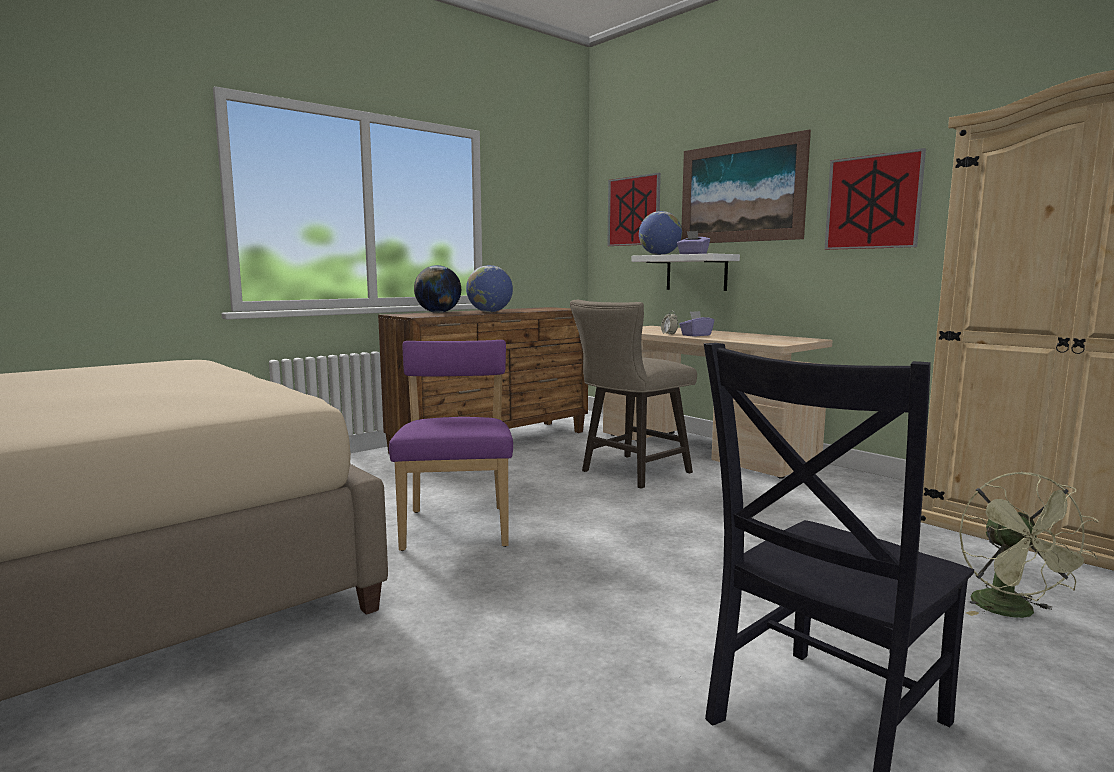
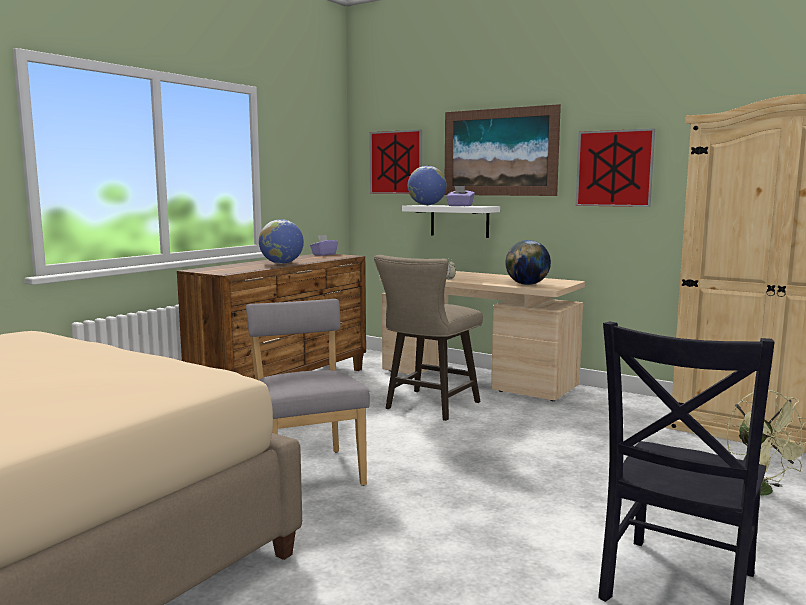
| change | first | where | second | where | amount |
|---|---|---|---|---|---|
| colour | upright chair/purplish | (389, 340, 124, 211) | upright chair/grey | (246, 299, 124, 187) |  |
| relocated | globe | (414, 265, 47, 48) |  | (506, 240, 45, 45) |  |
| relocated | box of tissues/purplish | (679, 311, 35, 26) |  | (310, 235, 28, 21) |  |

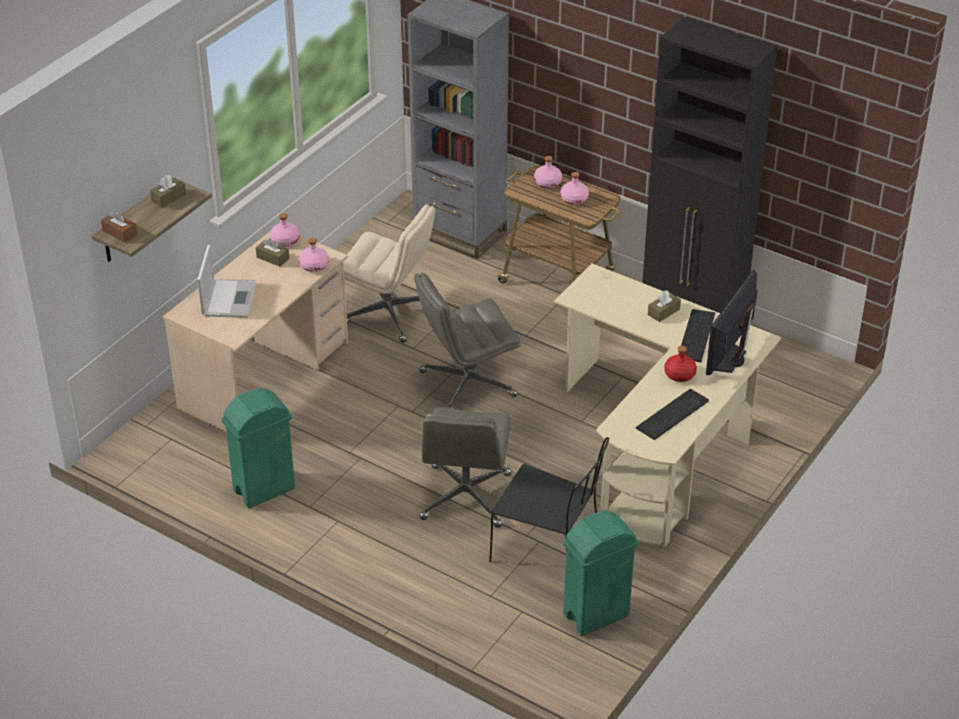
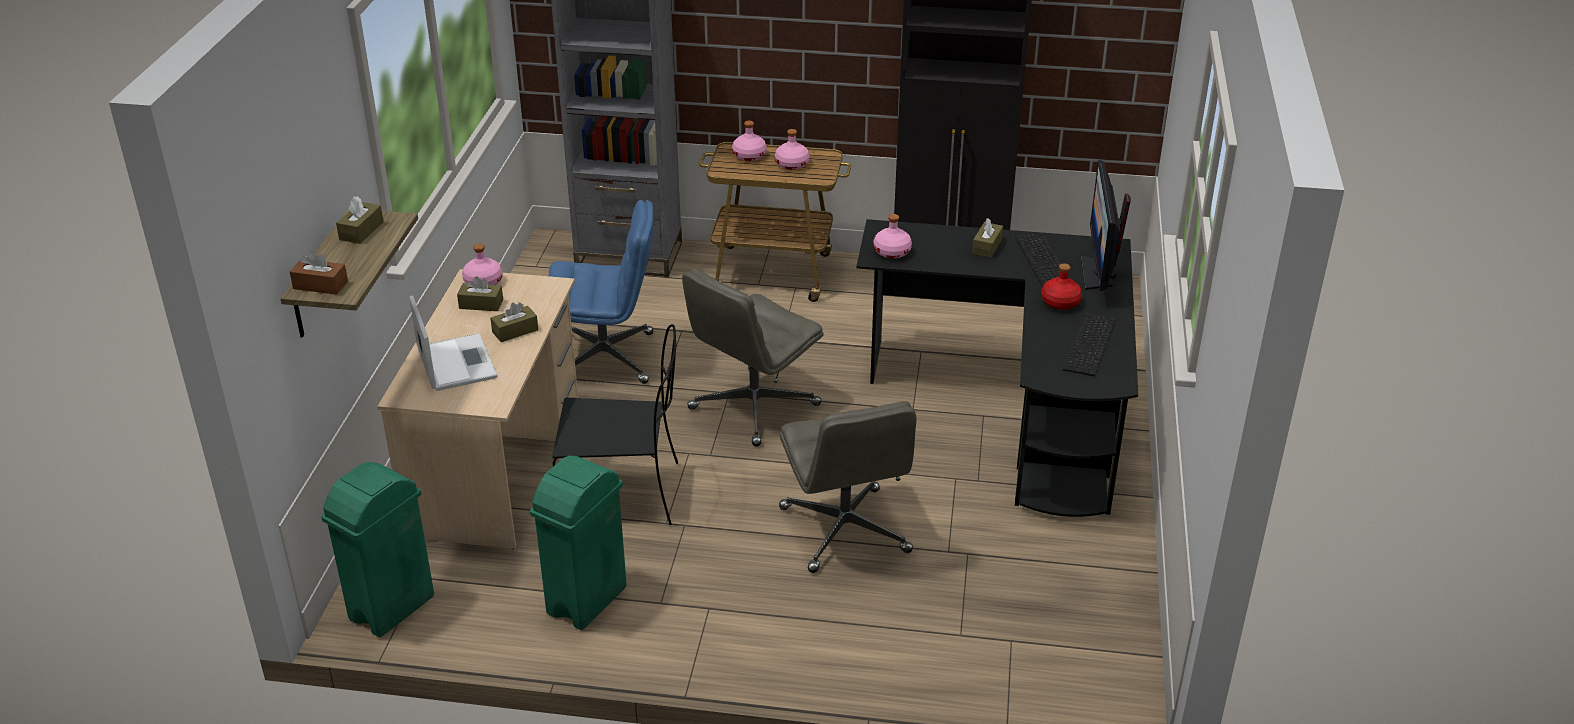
| change | first | where | second | where | amount |
|---|---|---|---|---|---|
| relocated | beverage bottle/pink | (299, 238, 30, 34) |  | (873, 214, 39, 44) |  |
| colour | computer chair/beige | (343, 204, 92, 138) | computer chair/blue-coloured | (549, 200, 105, 184) |  |
| relocated | upright chair/black-coloured | (489, 437, 120, 125) |  | (552, 324, 126, 201) |  |
| colour | desk/beige | (554, 263, 227, 284) | desk/black-coloured | (856, 219, 282, 298) |  |
| relocated | trash can/green | (563, 510, 75, 126) |  | (321, 462, 113, 175) |  |
| appeared |  |  | box of tissues/brown | (490, 302, 48, 40) |  |

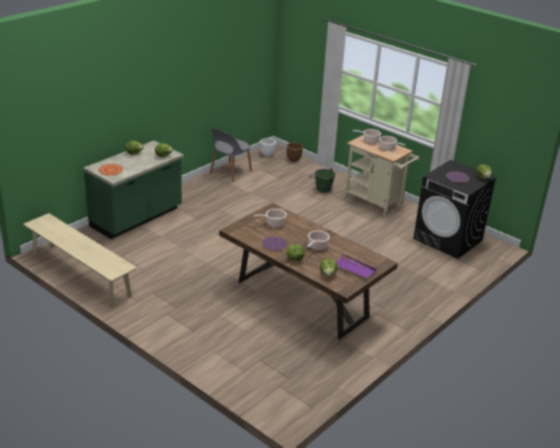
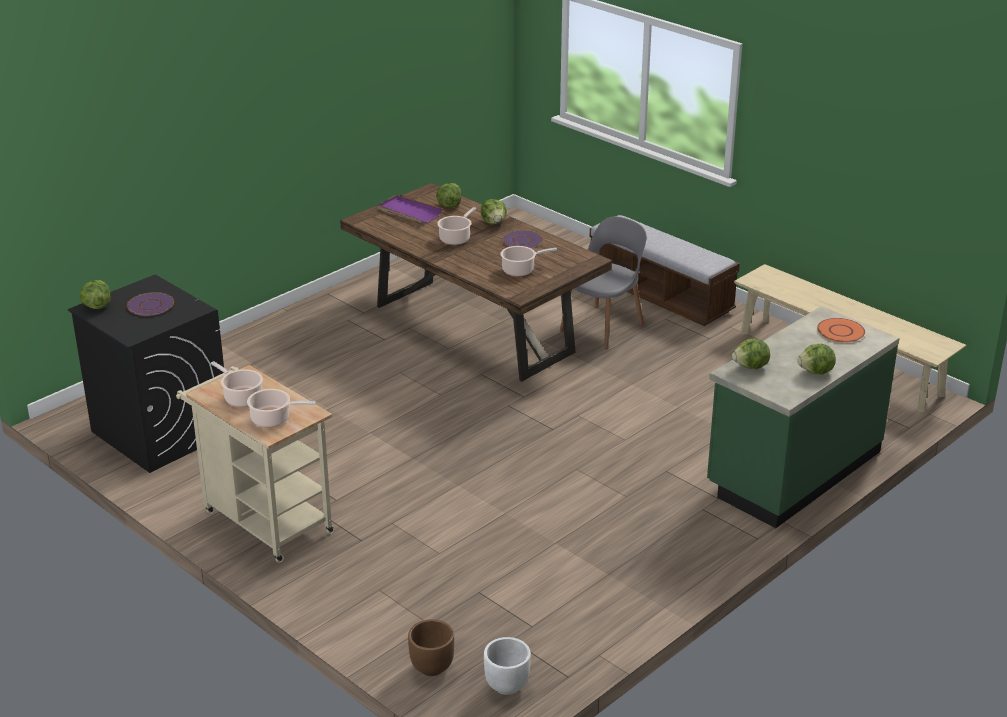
| change | first | where | second | where | amount |
|---|---|---|---|---|---|
| relocated | upright chair/grey | (210, 128, 42, 54) |  | (560, 217, 87, 132) |  |
| missing | bucket/green | (309, 168, 27, 25) |  |  |  |
| appeared |  |  | long seat | (590, 215, 150, 111) |  |

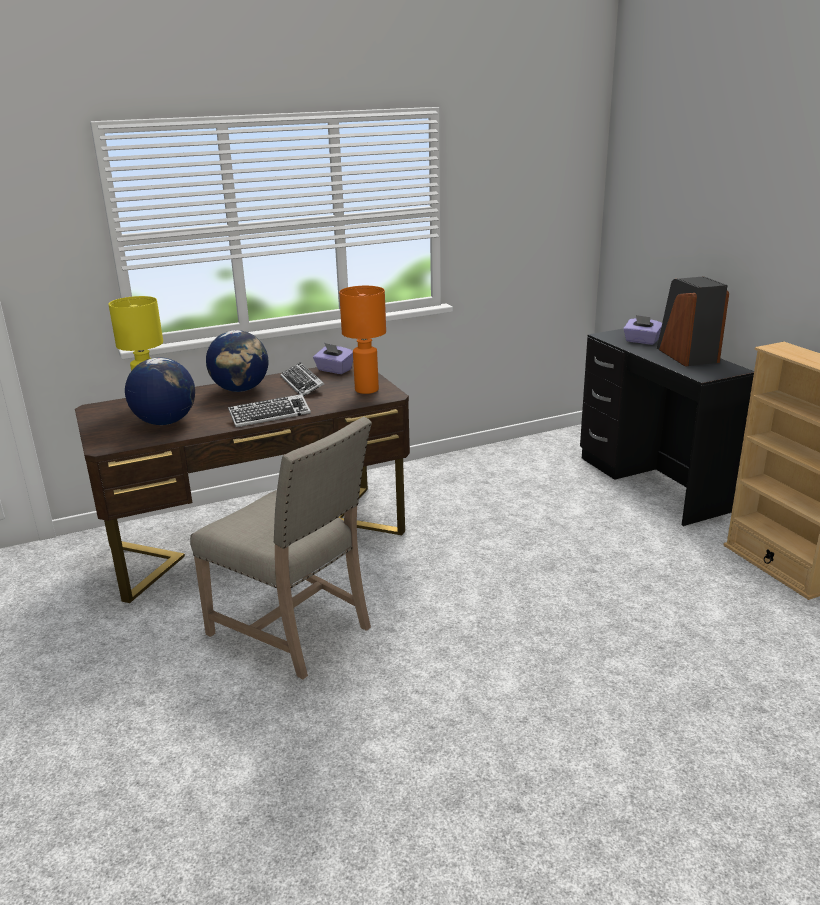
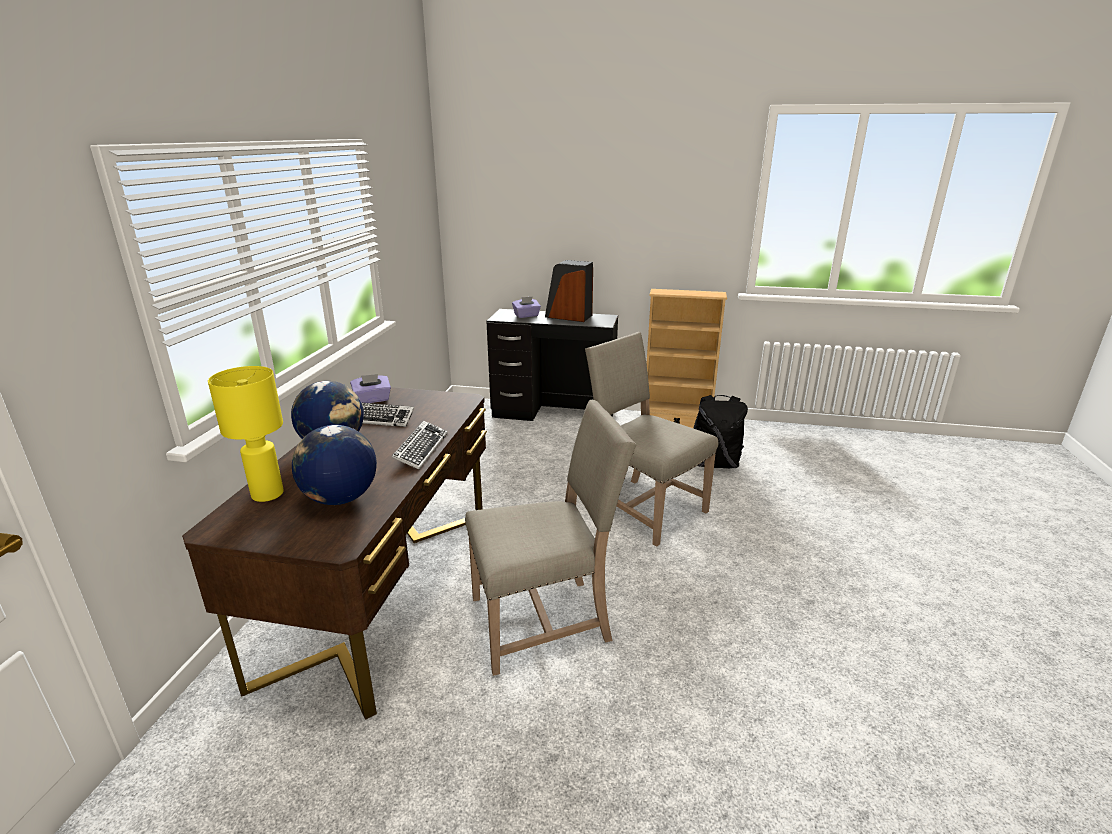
| change | first | where | second | where | amount |
|---|---|---|---|---|---|
| missing | lamp for a table/orange | (339, 286, 47, 108) |  |  |  |
| appeared |  |  | upright chair/beige | (585, 332, 133, 215) |  |
| appeared |  |  | rucksack/black-coloured | (693, 395, 55, 73) |  |

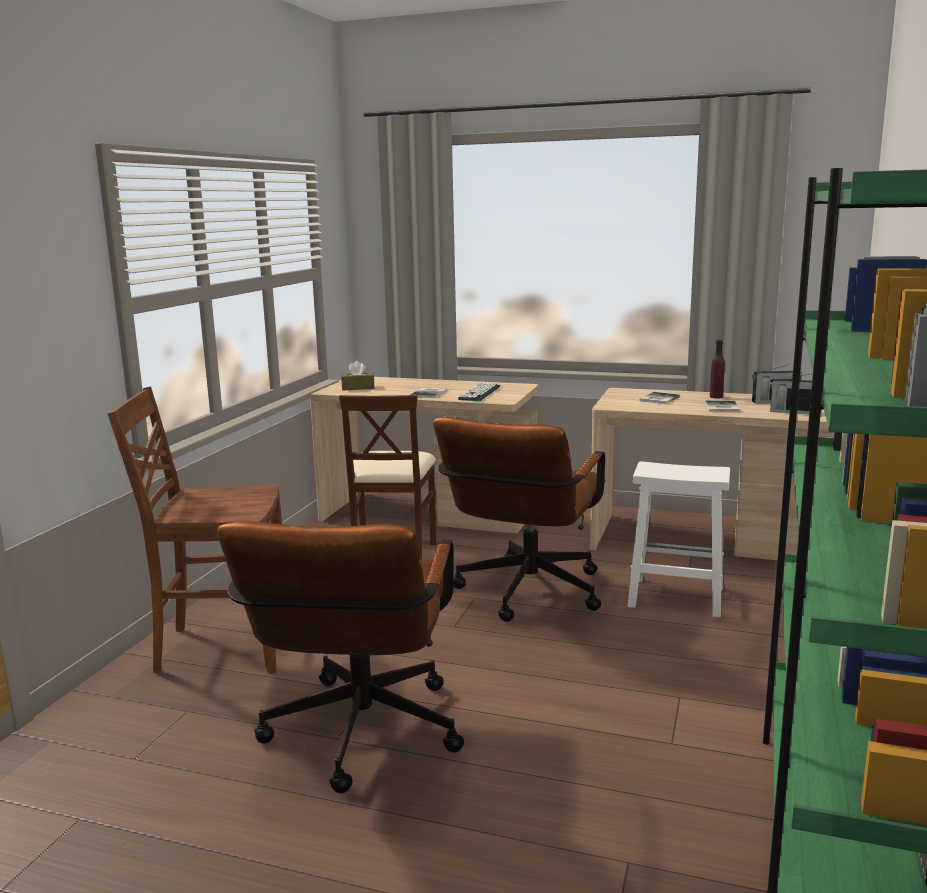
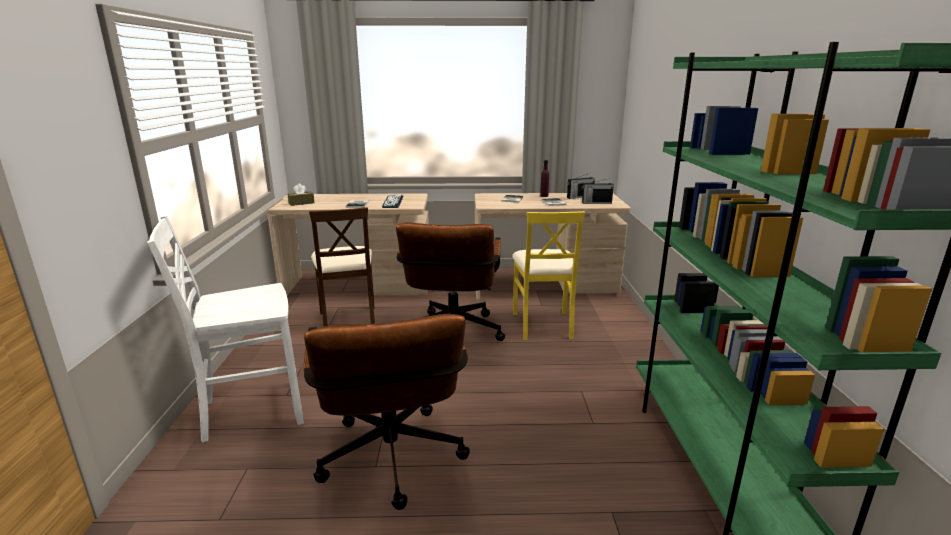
| change | first | where | second | where | amount |
|---|---|---|---|---|---|
| colour | upright chair/brown | (107, 387, 175, 286) | upright chair/white | (147, 216, 157, 227) |  |
| exchanged | stool seat/white | (627, 461, 103, 157) | upright chair/yellow | (512, 211, 73, 129) |  |

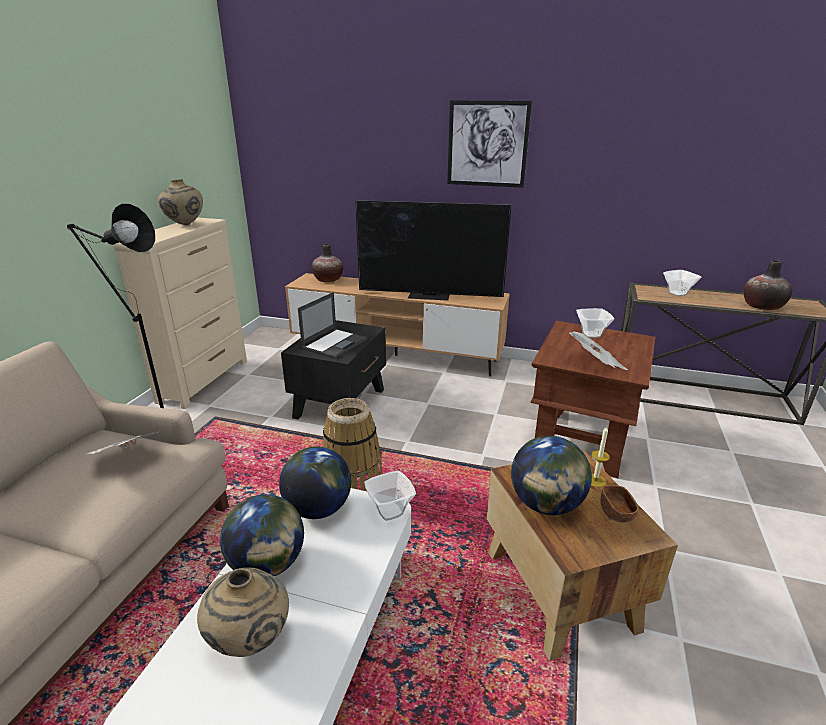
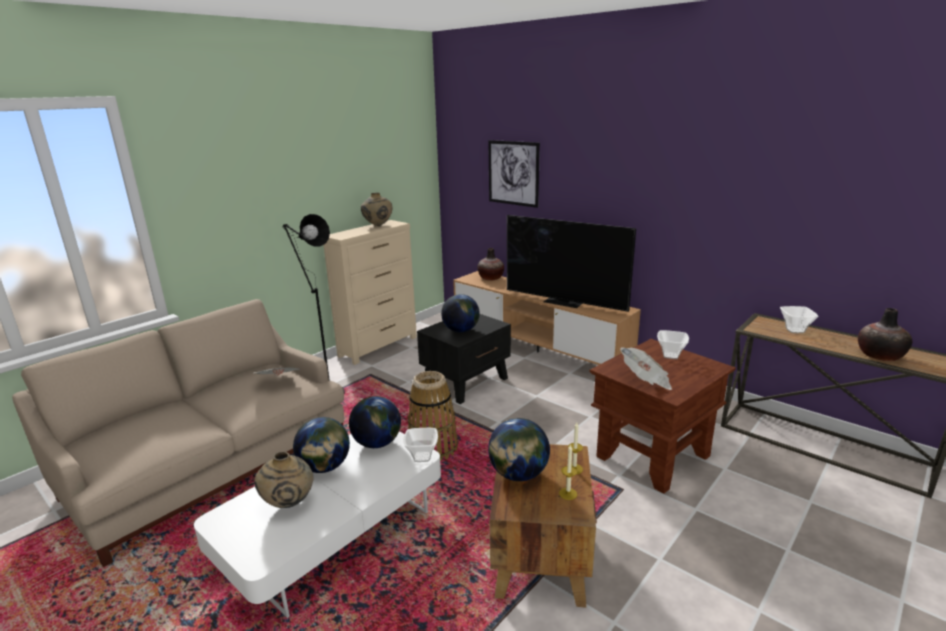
| change | first | where | second | where | amount |
|---|---|---|---|---|---|
| exchanged | laptop | (298, 292, 69, 67) | globe | (441, 294, 39, 38) |  |
| relocated | picture | (447, 100, 85, 88) |  | (488, 140, 52, 68) |  |
| exchanged | bowl/brown | (601, 485, 38, 37) | candle | (559, 444, 18, 56) |  |

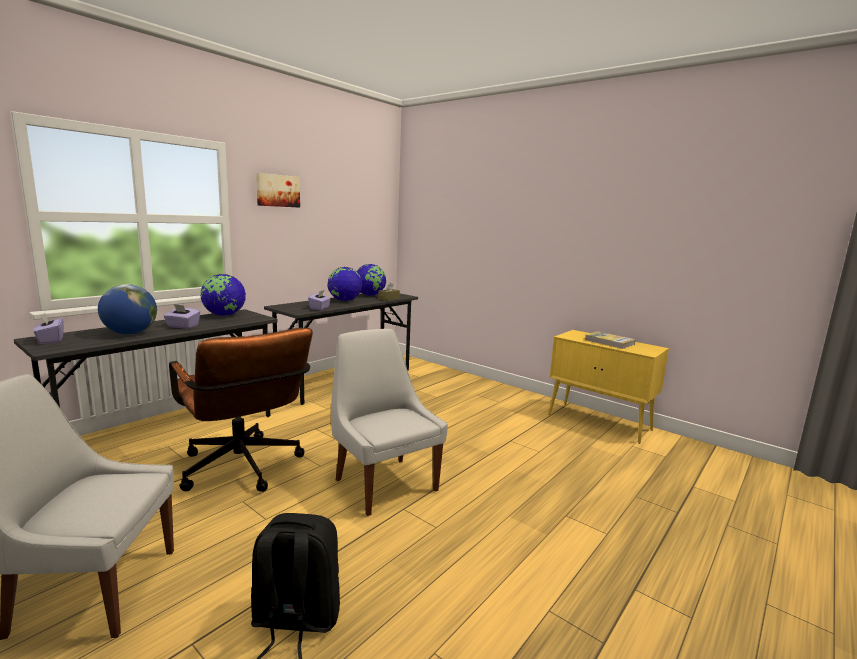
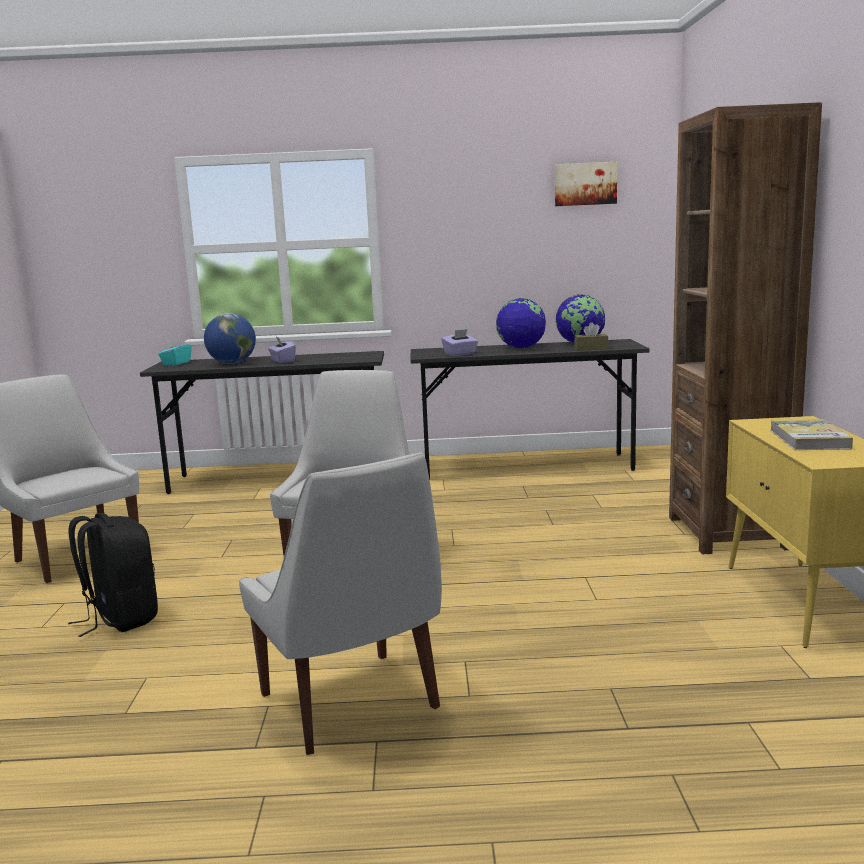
| change | first | where | second | where | amount |
|---|---|---|---|---|---|
| colour | box of tissues/purplish | (33, 313, 31, 31) | box of tissues/turquoise | (158, 339, 34, 26) |  |
| missing | computer chair/brown | (169, 328, 144, 164) |  |  |  |
| missing | globe | (200, 274, 46, 42) |  |  |  |
| relocated | picture | (256, 173, 44, 35) |  | (555, 162, 62, 44) |  |
| appeared |  |  | upright chair/white | (239, 452, 203, 303) |  |
| appeared |  |  | shelving unit/brown | (669, 102, 153, 452) |  |

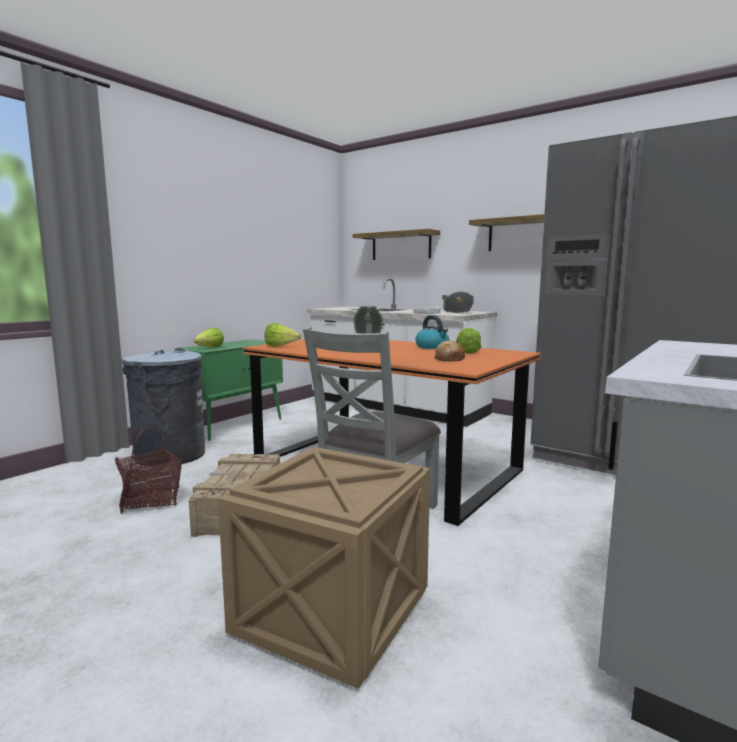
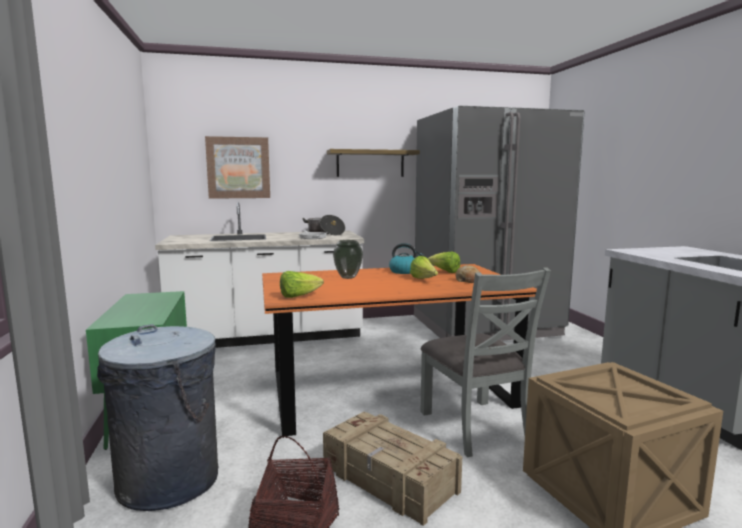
| change | first | where | second | where | amount |
|---|---|---|---|---|---|
| relocated | lettuce | (194, 328, 30, 20) |  | (410, 256, 28, 23) |  |
| exchanged | bracket shelf | (353, 229, 87, 31) | picture | (205, 136, 65, 63) |  |

